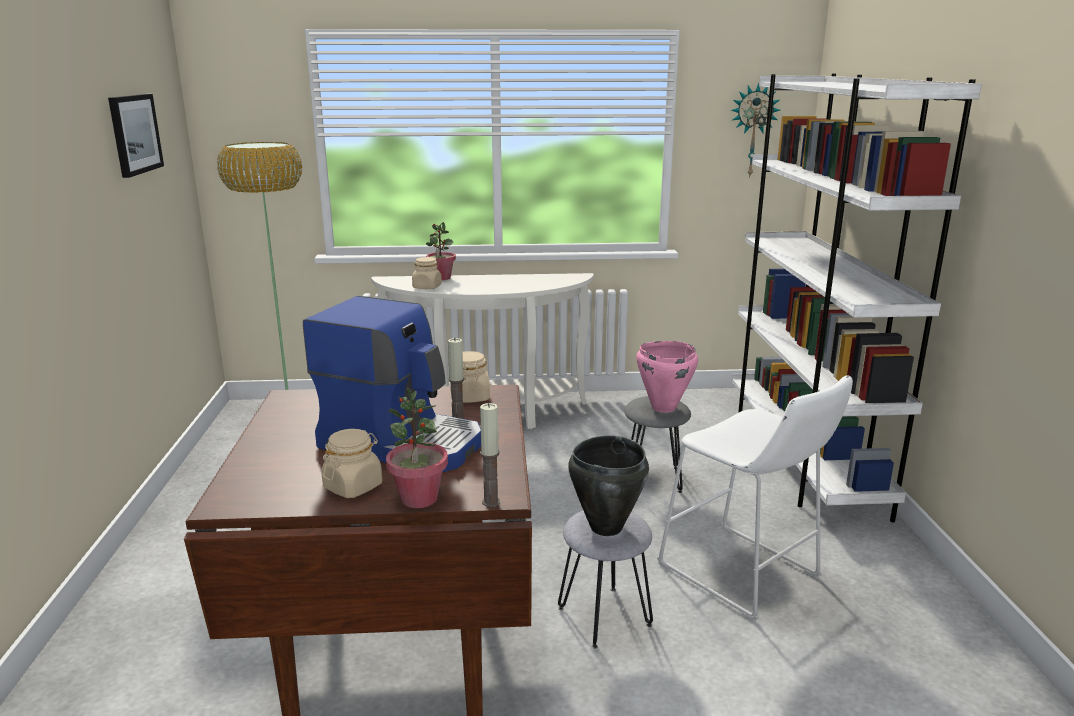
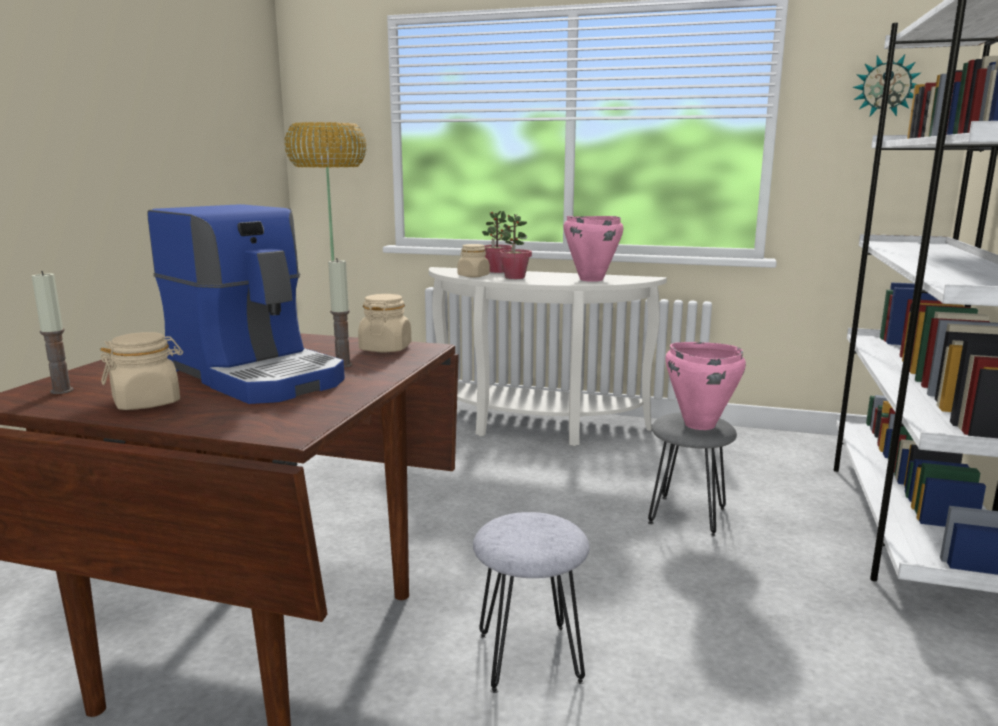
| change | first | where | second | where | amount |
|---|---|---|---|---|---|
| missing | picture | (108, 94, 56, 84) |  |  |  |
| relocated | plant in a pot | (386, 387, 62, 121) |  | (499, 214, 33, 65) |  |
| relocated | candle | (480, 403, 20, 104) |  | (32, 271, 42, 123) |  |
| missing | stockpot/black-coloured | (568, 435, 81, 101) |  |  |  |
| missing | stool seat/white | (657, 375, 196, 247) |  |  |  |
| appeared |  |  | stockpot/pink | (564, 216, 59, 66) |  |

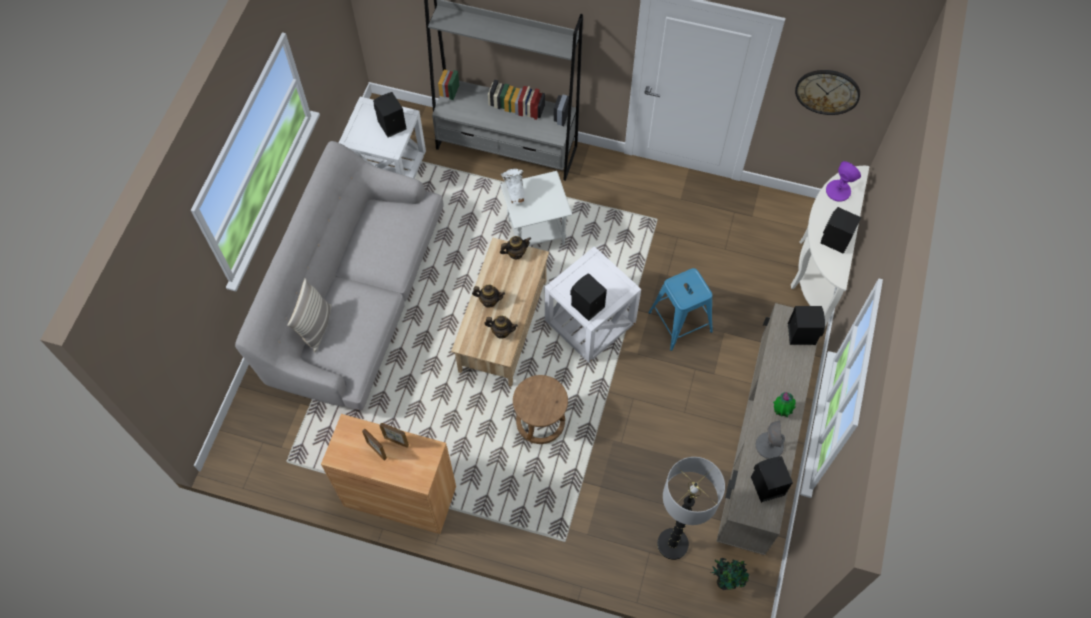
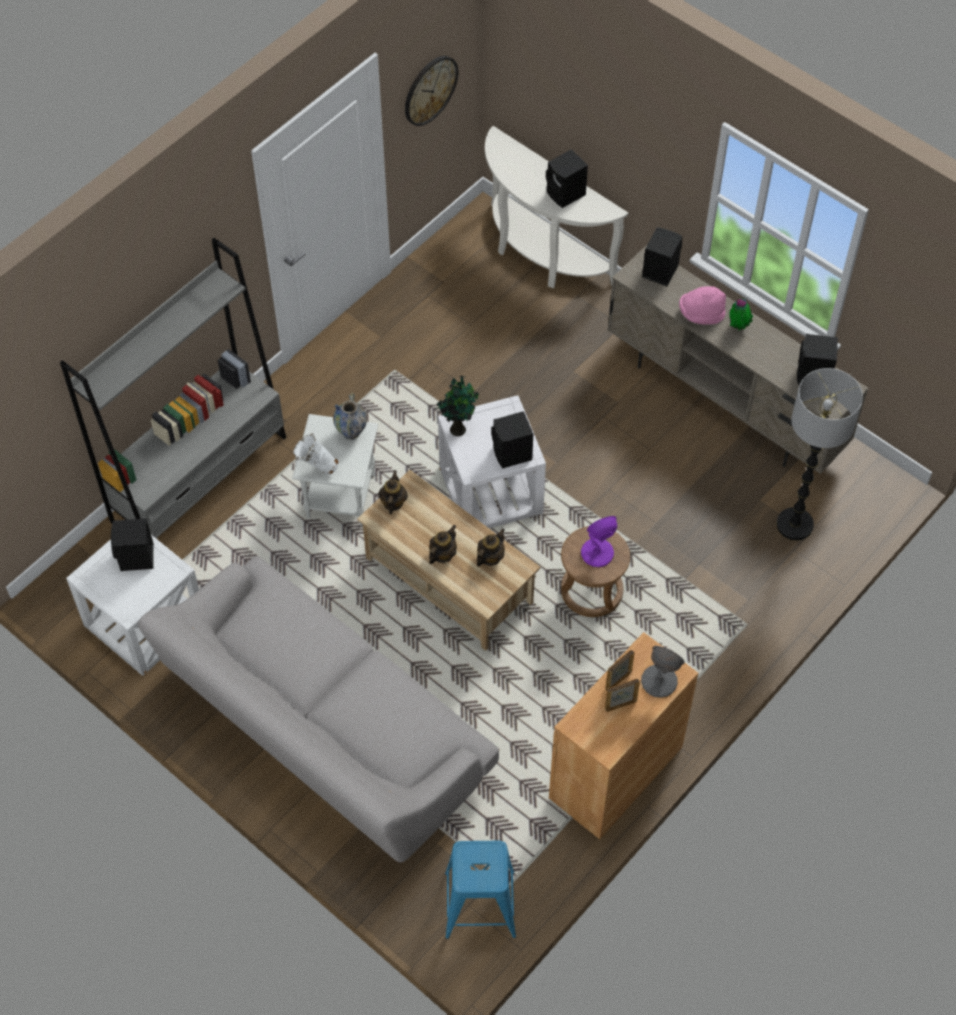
| change | first | where | second | where | amount |
|---|---|---|---|---|---|
| missing | pillow | (287, 278, 45, 75) |  |  |  |
| relocated | stool seat/blue-coloured | (648, 268, 65, 83) |  | (445, 841, 71, 98) |  |
| relocated | plant in a pot | (709, 558, 40, 32) |  | (436, 375, 43, 61) |  |
| relocated | lamp for a table/grey | (755, 420, 30, 39) |  | (641, 646, 44, 52) |  |
| relocated | lamp for a table/purplish | (826, 161, 35, 41) |  | (581, 516, 36, 51) |  |
| appeared |  |  | decorative vase | (333, 393, 34, 47) |  |
| appeared |  |  | wearable hat/pink | (679, 286, 47, 39) |  |

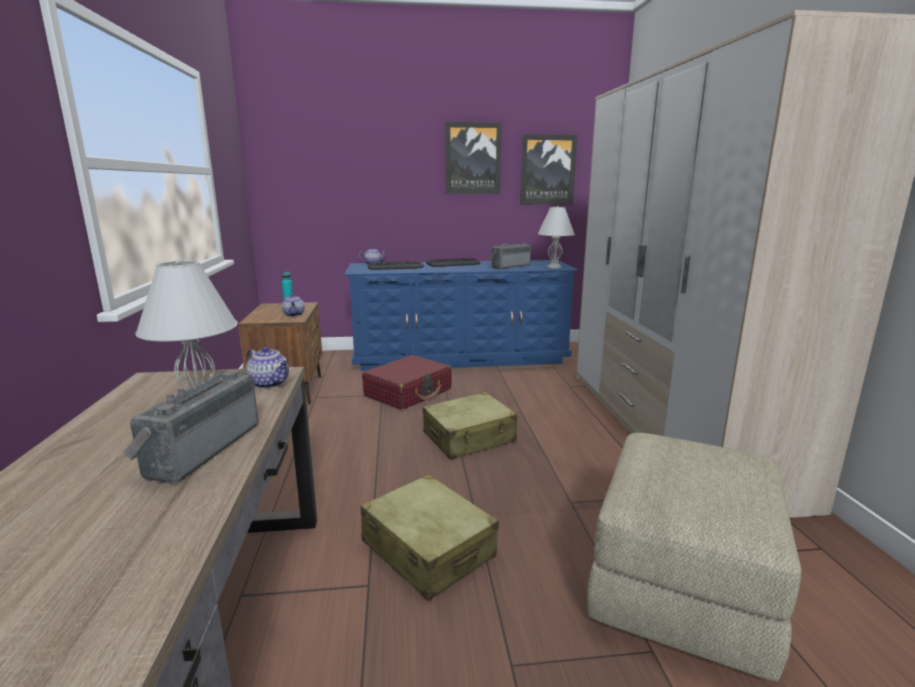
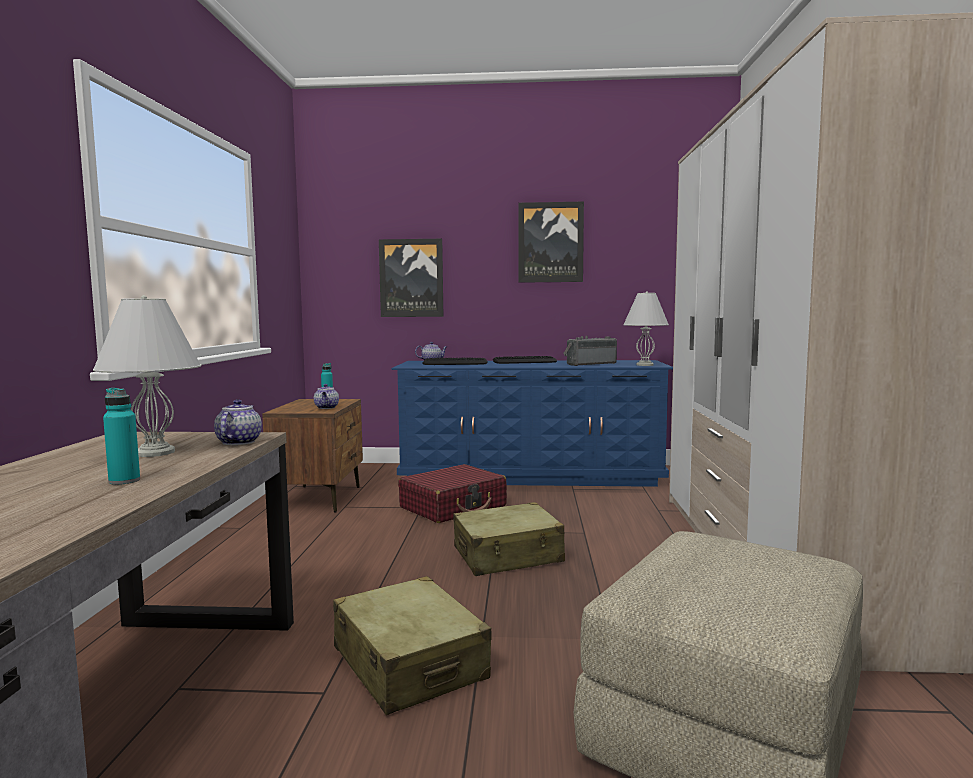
| change | first | where | second | where | amount |
|---|---|---|---|---|---|
| exchanged | radio | (123, 371, 135, 112) | beverage bottle/turquoise | (103, 388, 37, 97) |  |
| spun | pot for tea | (246, 346, 43, 42) |  | (214, 399, 48, 46) | 135 degrees counterclockwise |
| relocated | picture | (520, 134, 57, 71) |  | (379, 239, 64, 78) |  |

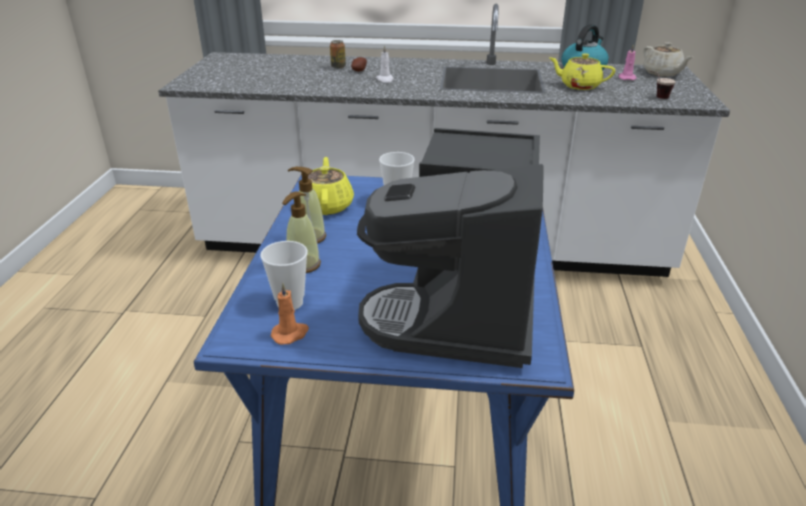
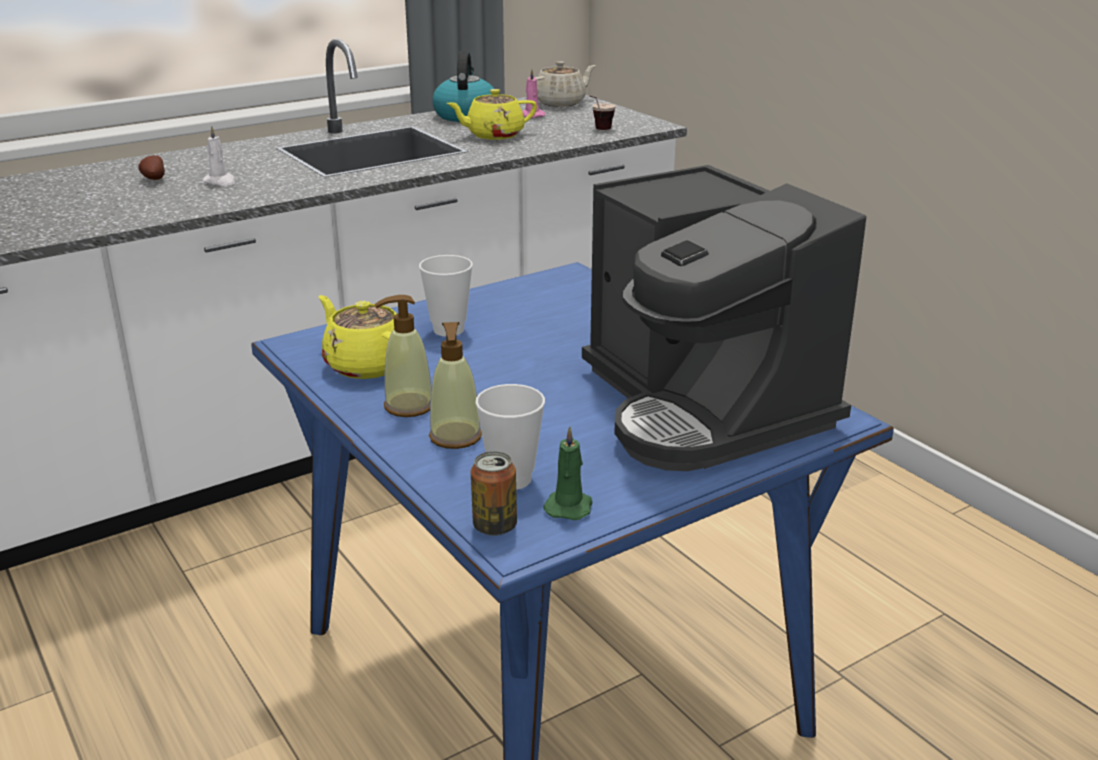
| change | first | where | second | where | amount |
|---|---|---|---|---|---|
| colour | candle/orange | (271, 283, 38, 62) | candle/green | (543, 426, 49, 94) |  |
| relocated | metal can | (330, 40, 16, 29) |  | (471, 451, 46, 85) |  |
| spun | pot for tea/beige | (643, 42, 50, 35) |  | (535, 61, 61, 46) | 60 degrees counterclockwise |

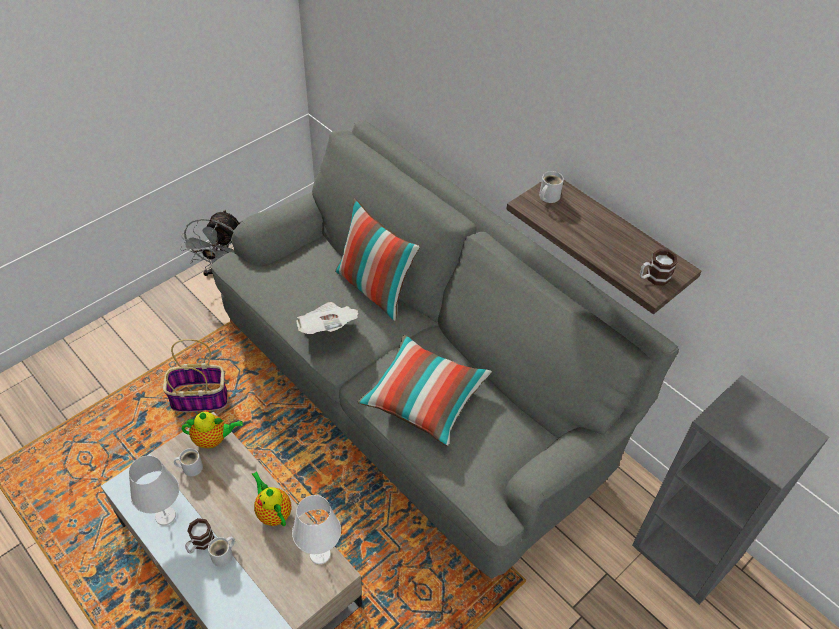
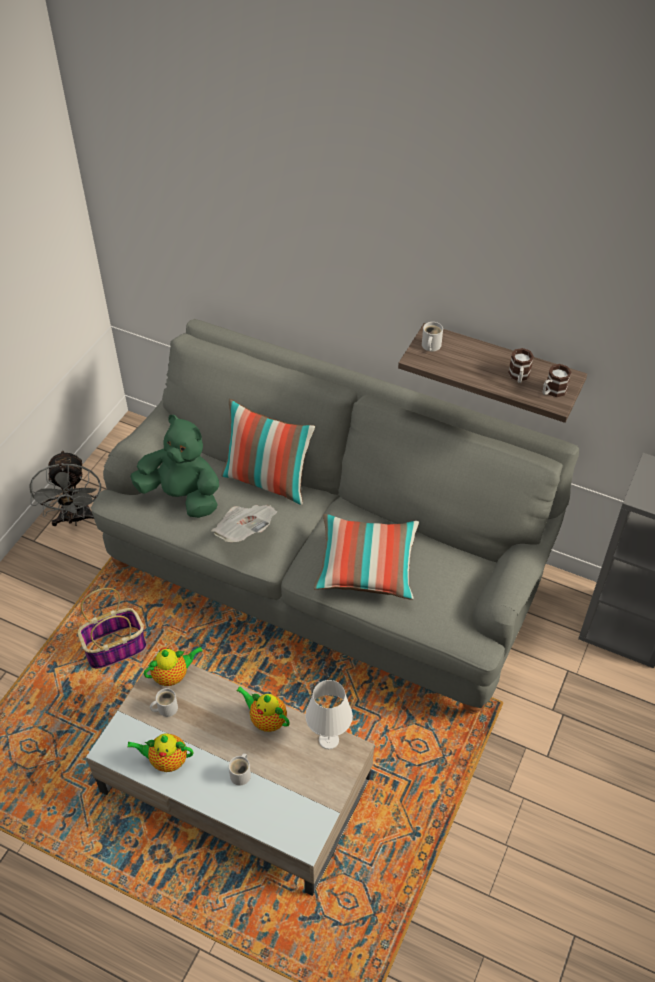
| change | first | where | second | where | amount |
|---|---|---|---|---|---|
| exchanged | lamp for a table/white | (129, 455, 50, 70) | pot for tea | (127, 733, 66, 39) |  |
| relocated | coffee mug | (185, 518, 29, 36) |  | (508, 348, 26, 35) |  |
| appeared |  |  | plush toy/green | (130, 415, 89, 103) |  |

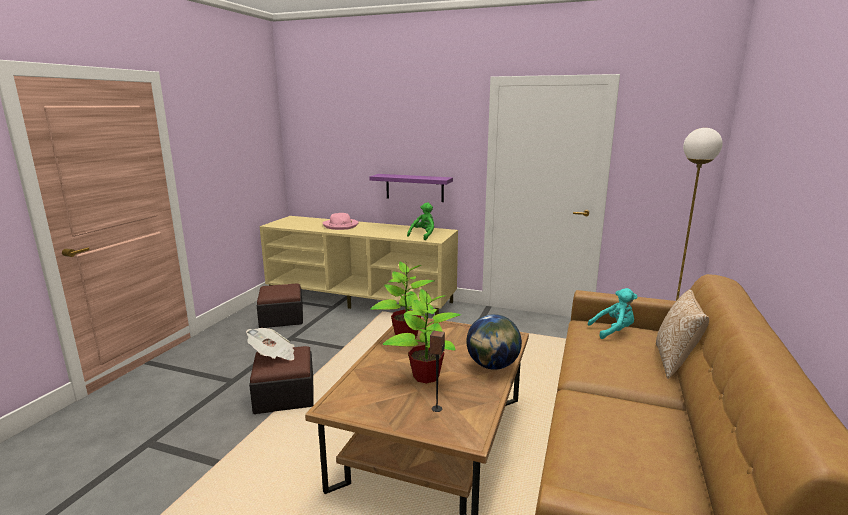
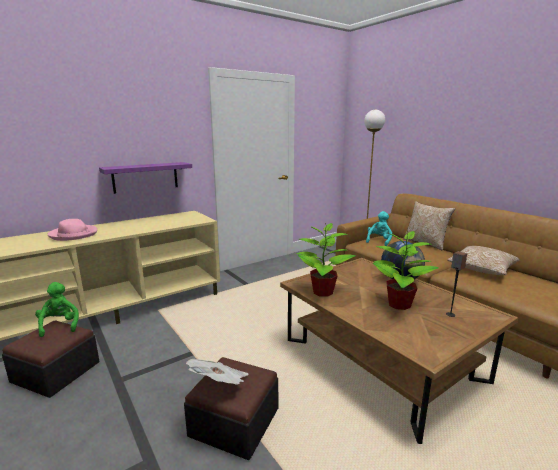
| change | first | where | second | where | amount |
|---|---|---|---|---|---|
| relocated | plush toy/green | (407, 202, 27, 38) |  | (35, 282, 44, 55) |  |
| appeared |  |  | pillow | (447, 246, 73, 29) |  |

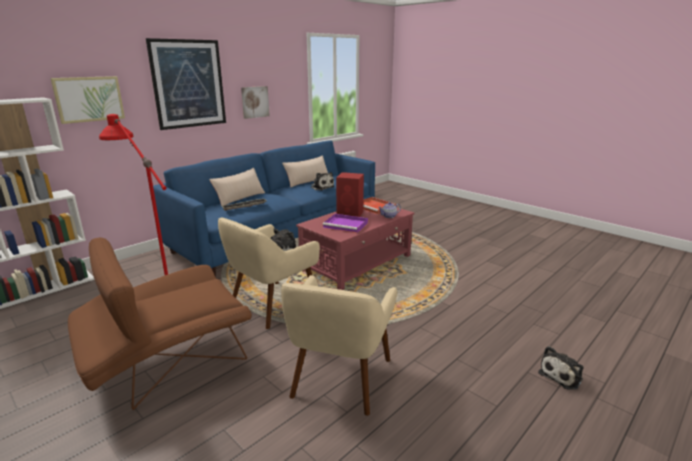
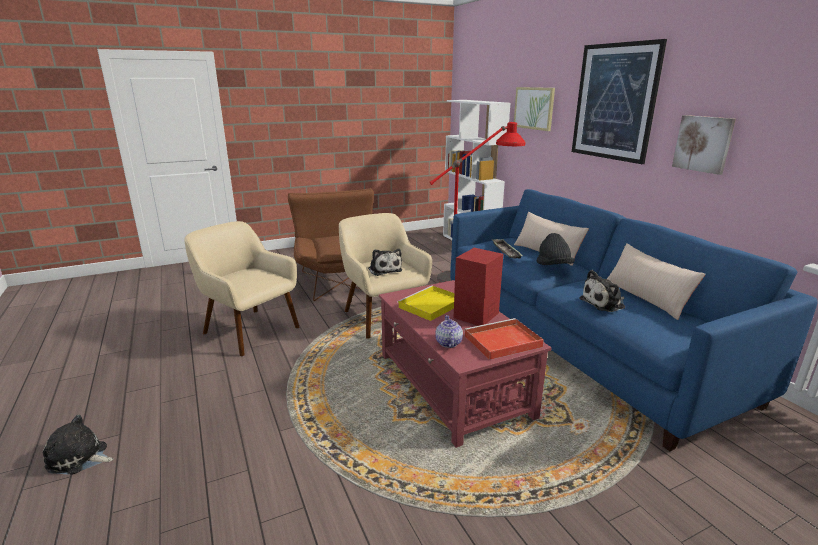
| change | first | where | second | where | amount |
|---|---|---|---|---|---|
| colour | tray/purplish | (323, 214, 45, 19) | tray/yellow | (397, 285, 57, 36) |  |
| spun | plush toy | (538, 346, 46, 44) |  | (43, 415, 70, 60) | 60 degrees counterclockwise |
| appeared |  |  | wearable hat/black-coloured | (537, 233, 38, 32) |  |

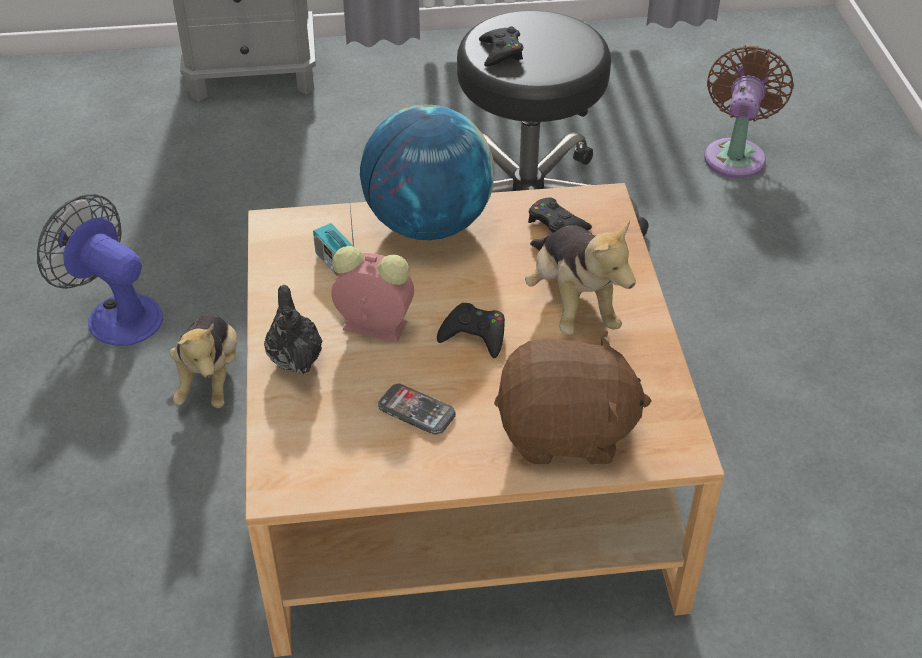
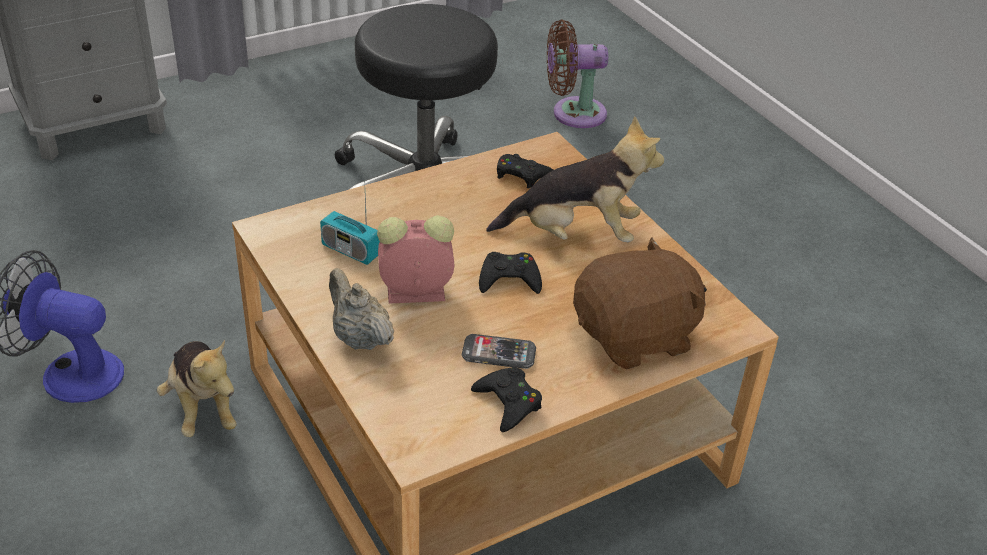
| change | first | where | second | where | amount |
|---|---|---|---|---|---|
| colour | pot for tea/black-coloured | (264, 285, 58, 89) | pot for tea/beige | (329, 268, 65, 82) |  |
| missing | globe | (360, 105, 135, 135) |  |  |  |
| relocated | game controller/black-coloured | (479, 26, 44, 40) |  | (471, 367, 71, 65) |  |
| spun | plush toy | (525, 221, 111, 114) |  | (486, 116, 178, 126) | 45 degrees counterclockwise |
| spun | cooling fan/brown | (704, 45, 90, 133) |  | (547, 20, 61, 108) | 90 degrees counterclockwise |

